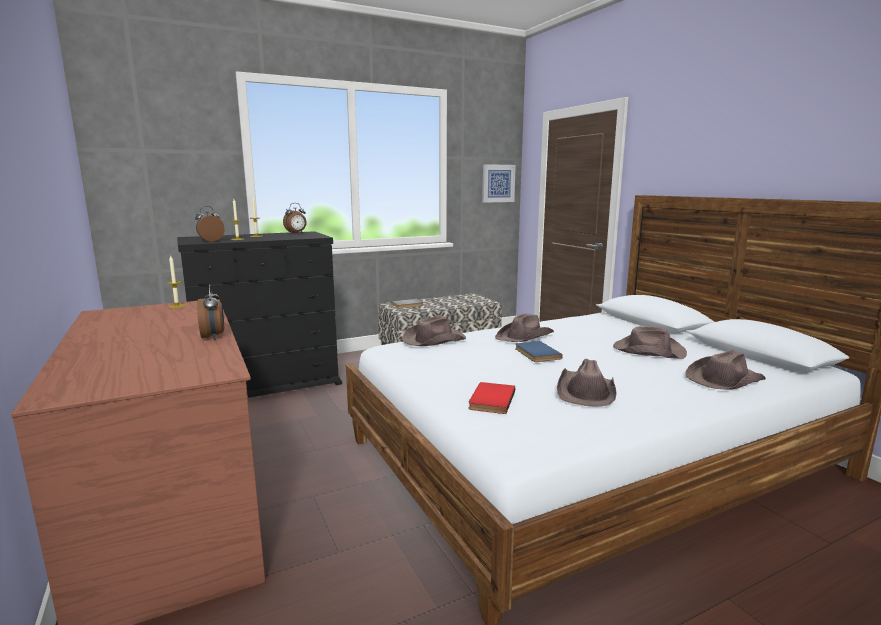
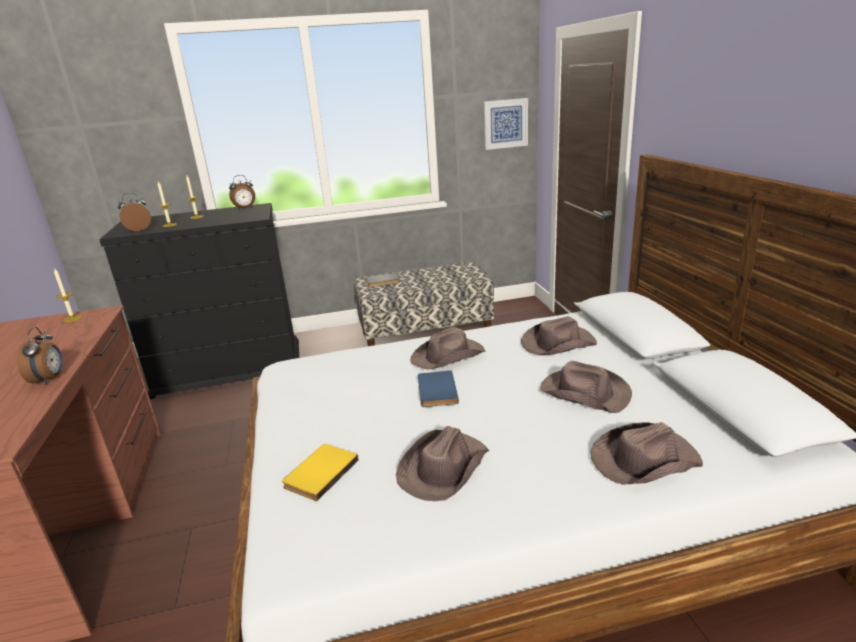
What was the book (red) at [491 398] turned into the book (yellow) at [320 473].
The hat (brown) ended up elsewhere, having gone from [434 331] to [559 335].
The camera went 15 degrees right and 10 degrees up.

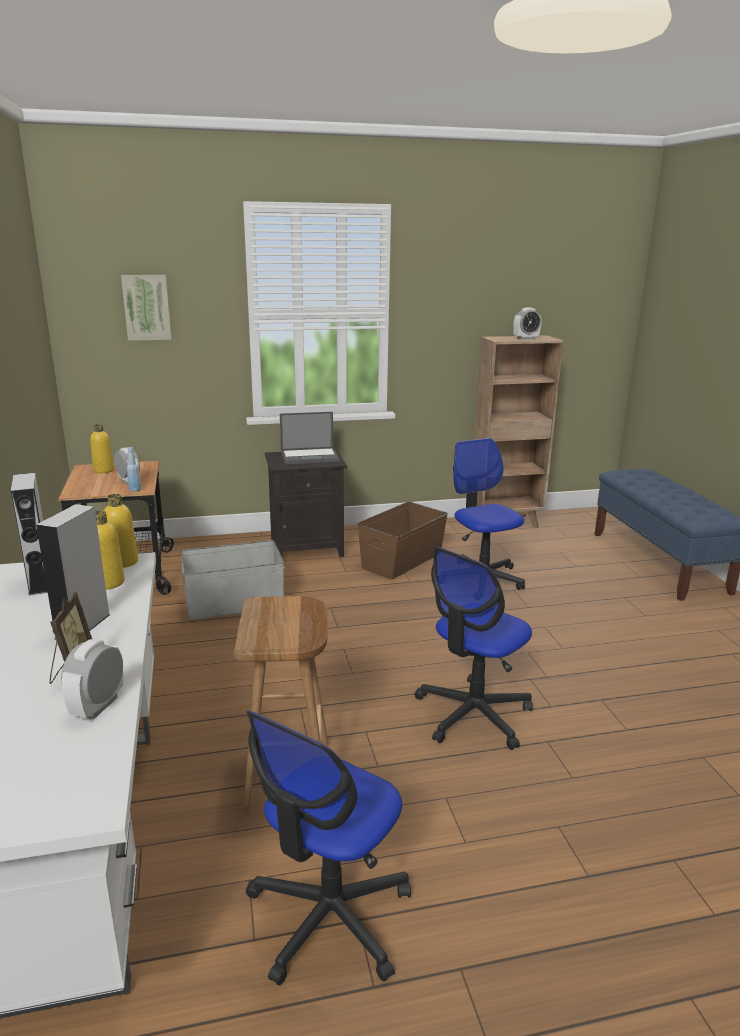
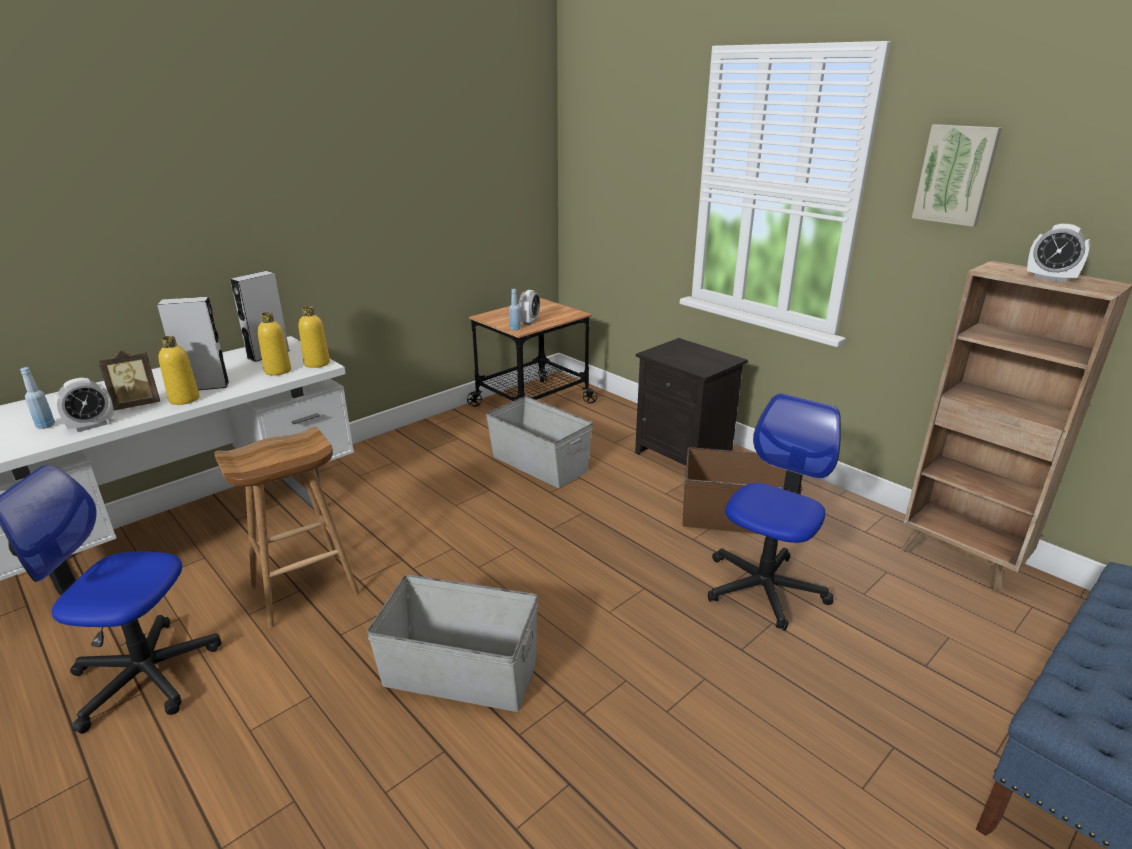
The second view gained the bottle (blue) at [37 398].
The alarm clock at [92 679] ended up facing another way, 150 degrees clockwise from before.
The bottle (yellow) ended up elsewhere, having gone from [102 448] to [179 370].
Where the office chair stood at [474 648], the storage box (grey) came to stand at [452 643].
The picture ended up elsewhere, having gone from [146 308] to [957 175].
The second view lost the laptop at [310 438].
The camera went 60 degrees right and 5 degrees up.

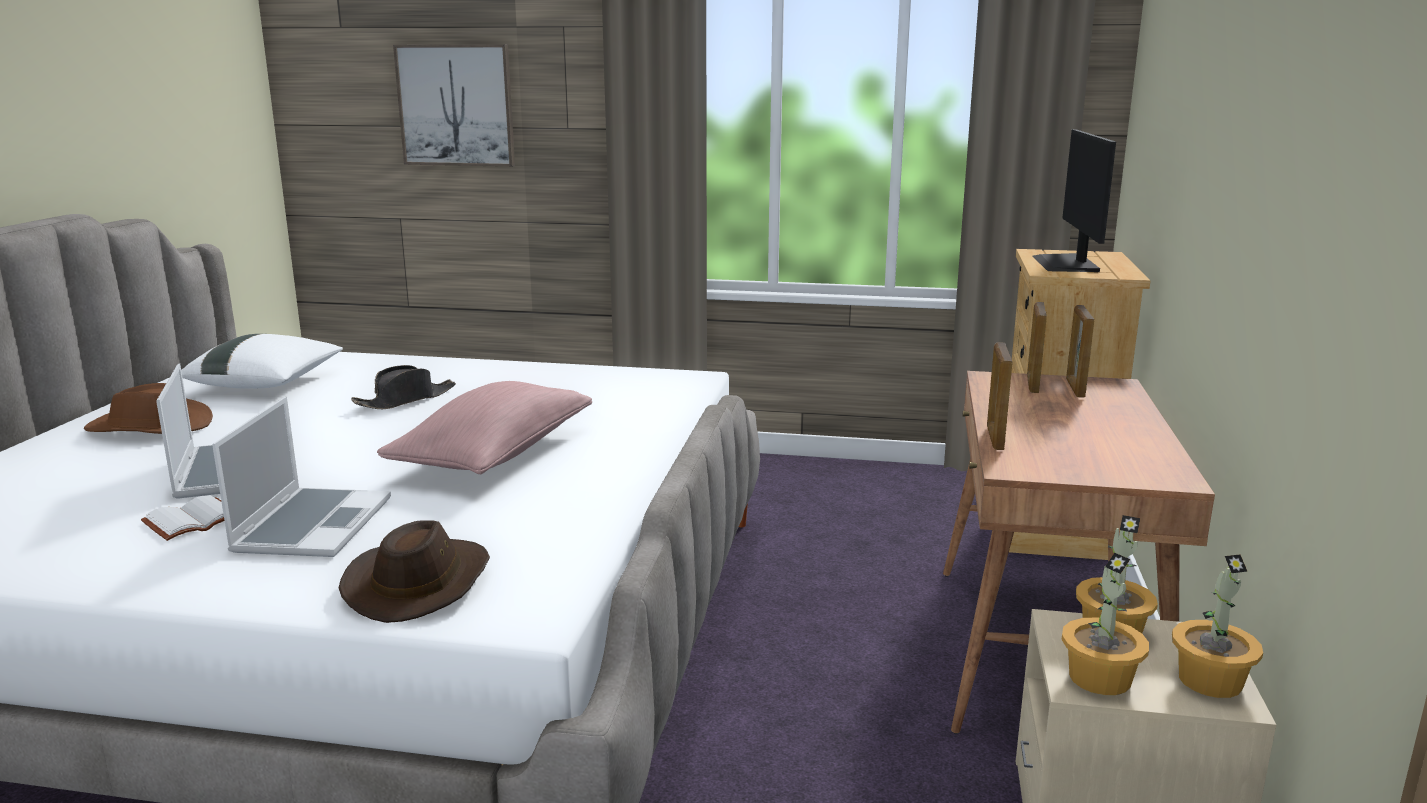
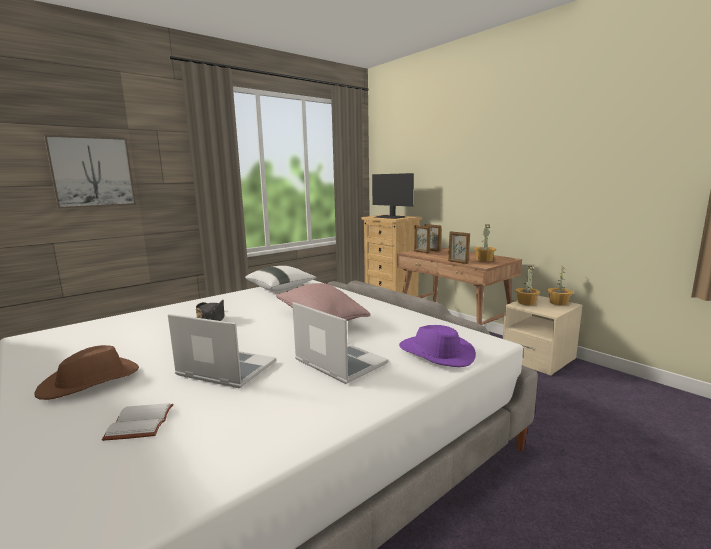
The book (white) ended up elsewhere, having gone from [182 518] to [137 422].
The pillow (white) ended up elsewhere, having gone from [262 361] to [281 278].
What was the hat (brown) at [414 571] turned into the hat (purple) at [437 346].
The potted plant ended up elsewhere, having gone from [1105 624] to [485 243].
The camera went 50 degrees left and 5 degrees down.

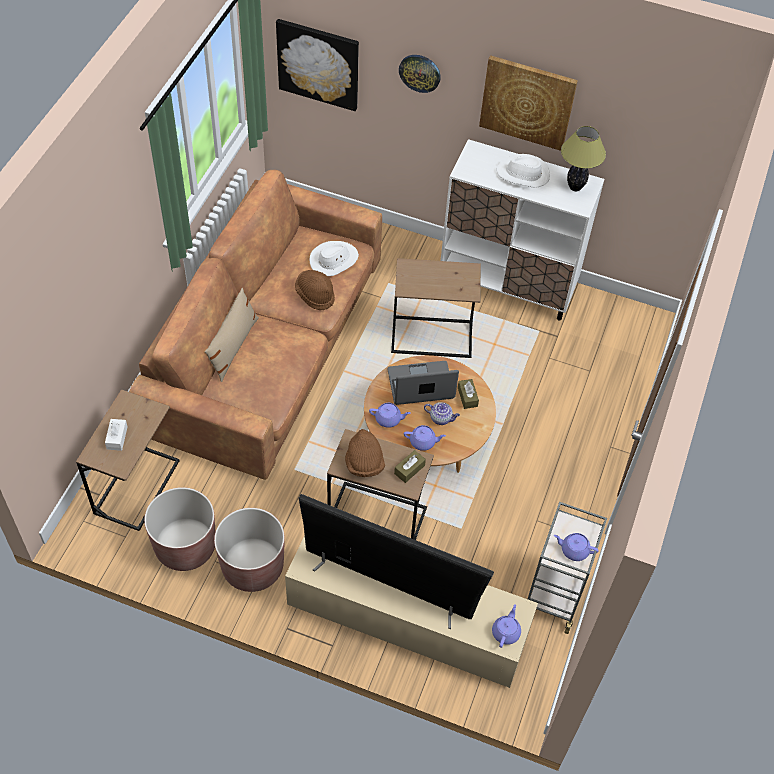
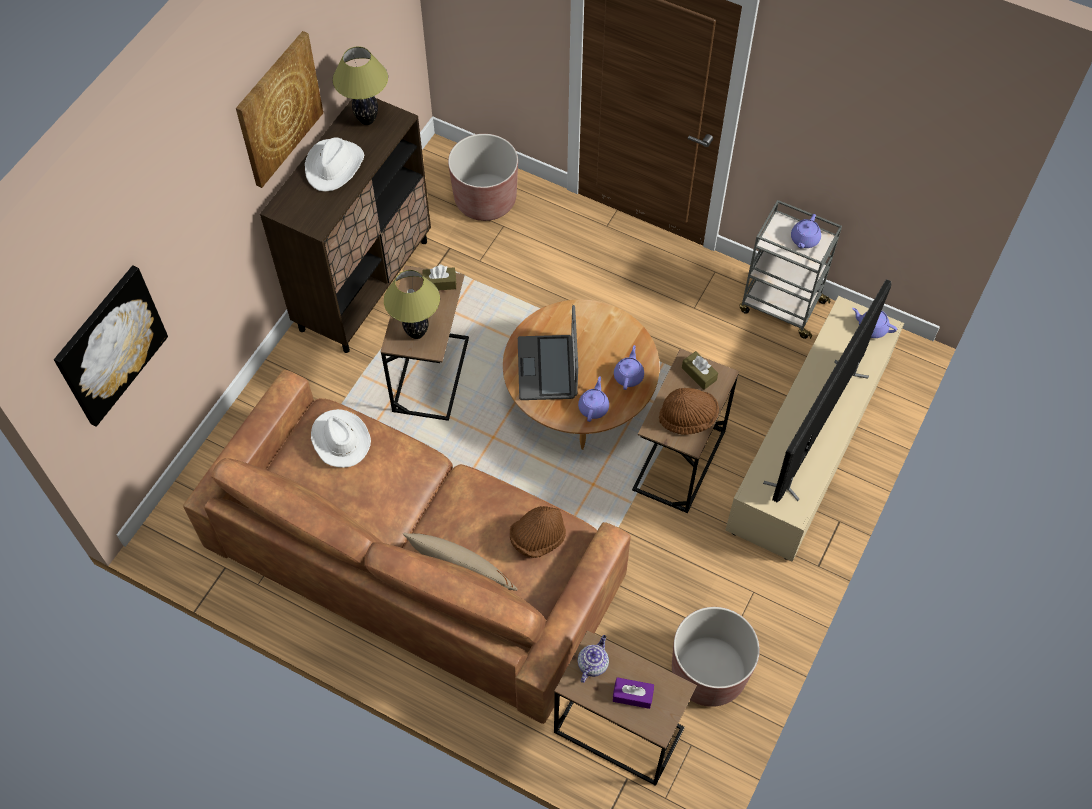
What was the cabinet (white) at [522 230] turned into the cabinet (brown) at [345 225].
The second view gained the table lamp at [412 304].
The tissue box (brown) ended up elsewhere, having gone from [468 394] to [439 278].
The planter (brown) ended up elsewhere, having gone from [249 550] to [483 177].
The hat (brown) ended up elsewhere, having gone from [315 290] to [538 532].
The teapot ended up elsewhere, having gone from [442 413] to [593 659].
What was the tissue box (white) at [116 435] turned into the tissue box (purple) at [633 693].
The second view lost the wall clock at [420 74].
The camera went 80 degrees left and 5 degrees up.

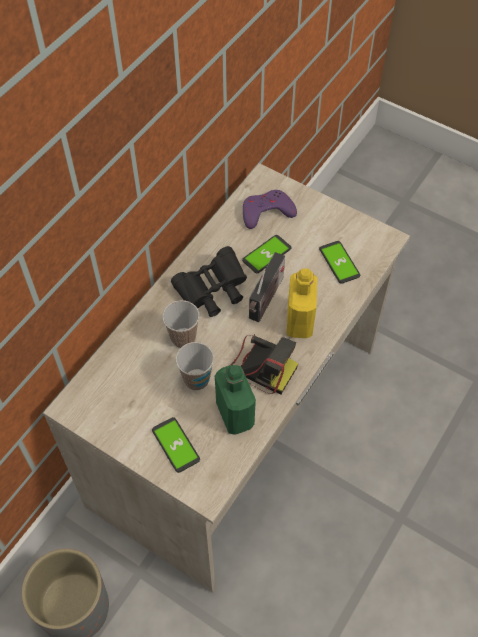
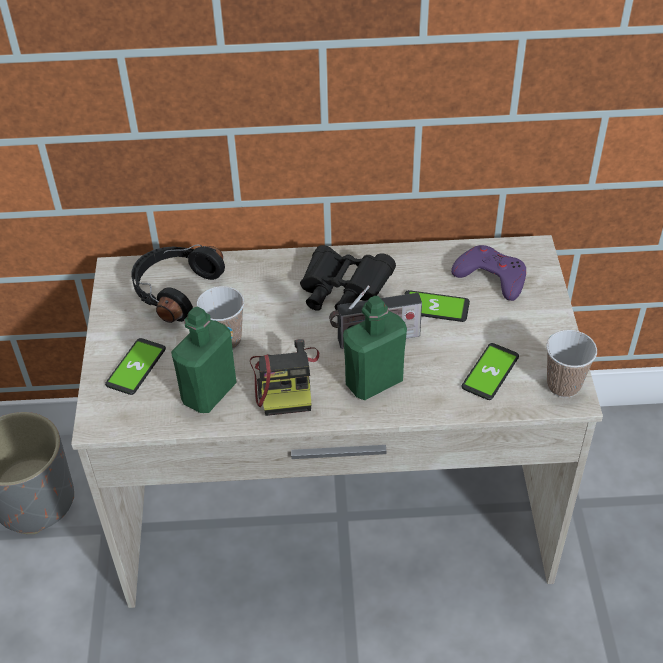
The second view gained the headphones (black) at [178 284].
What was the bottle (yellow) at [301 303] turned into the bottle (green) at [375 348].
The cup ended up elsewhere, having gone from [181 324] to [571 364].
The camera went 55 degrees right and 10 degrees down.

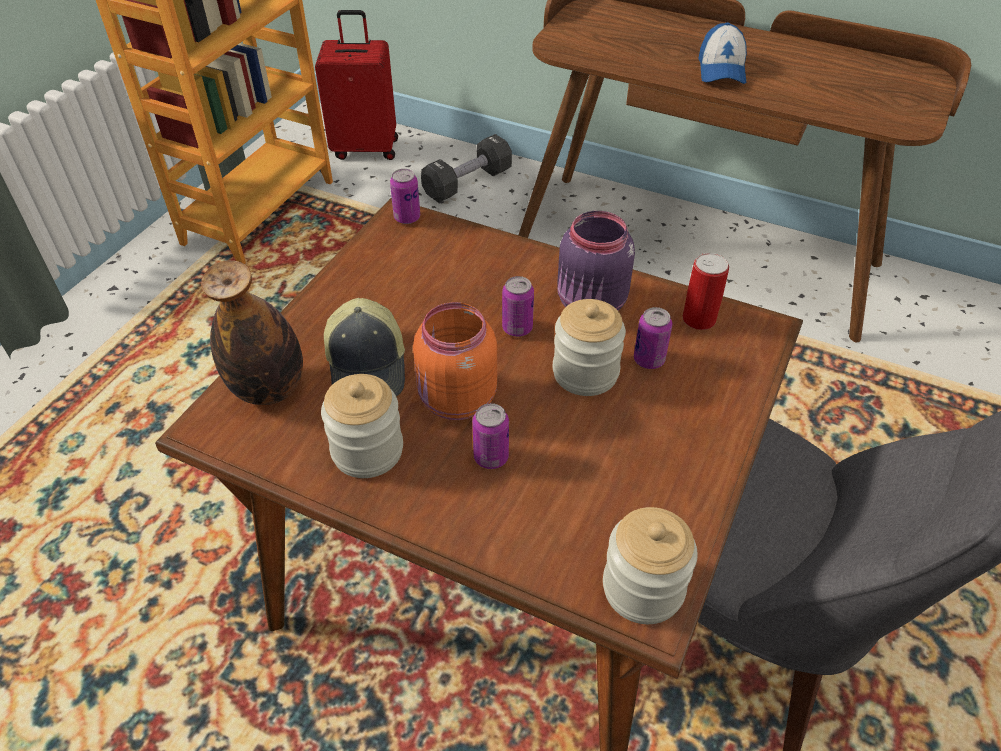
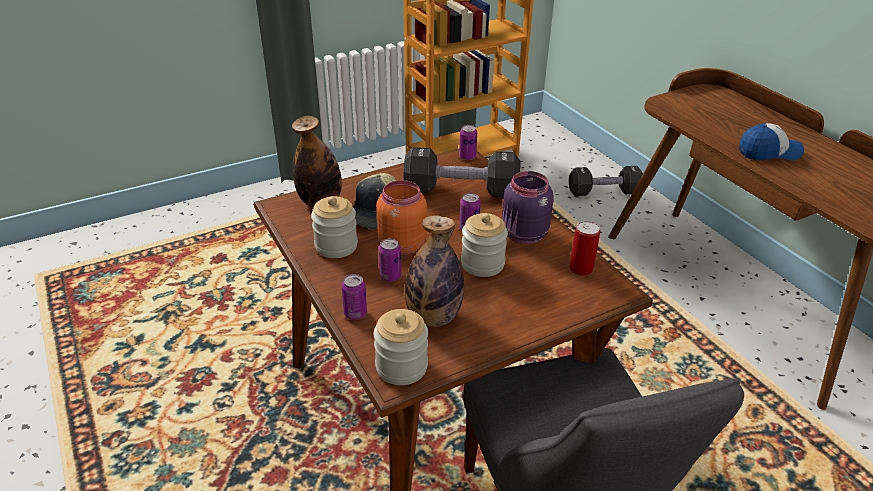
The can ended up elsewhere, having gone from [653 338] to [354 297].
The second view gained the dumbbell (black) at [461 172].
The second view gained the bottle at [434 271].
The cap at [722 53] ended up facing another way, 135 degrees counterclockwise from before.
The second view lost the suitcase (red) at [356 85].
The camera went 35 degrees right and 10 degrees down.

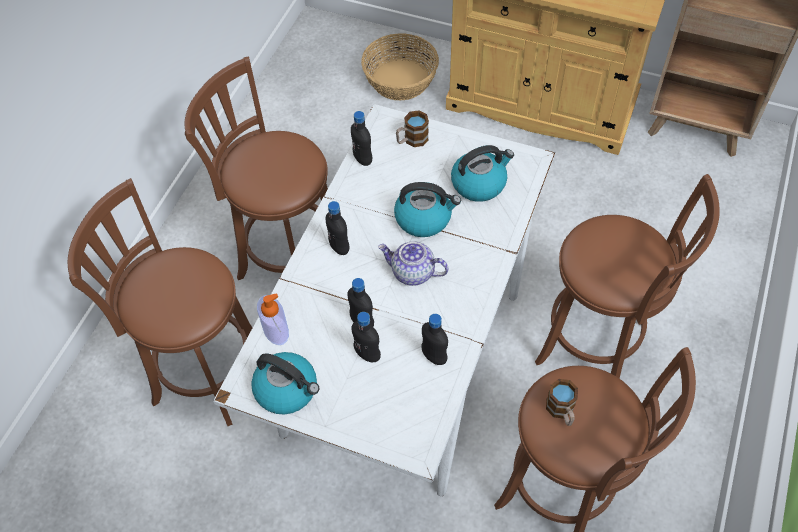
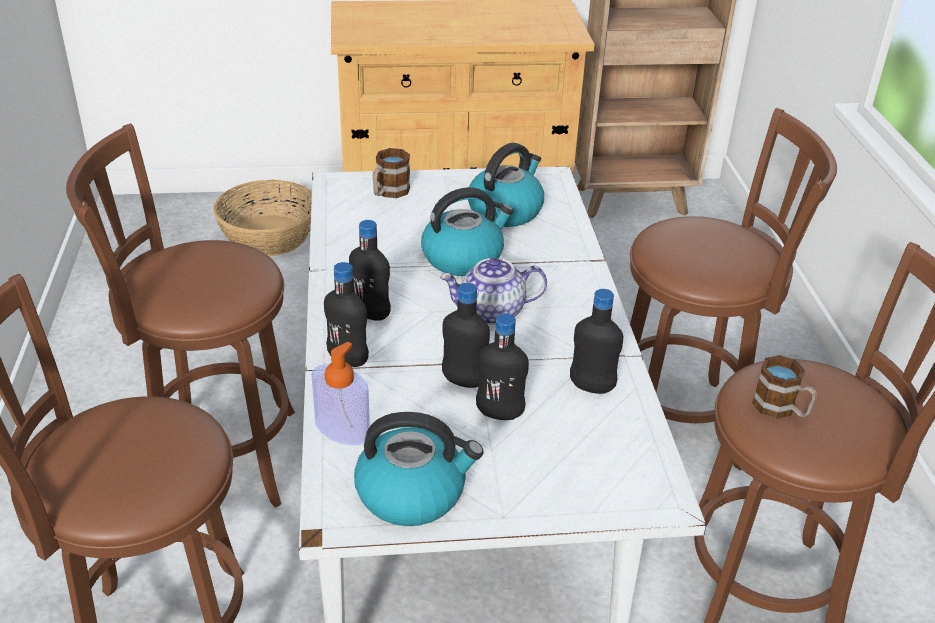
The bottle (black) ended up elsewhere, having gone from [361 138] to [346 314].
The camera went 30 degrees left and 20 degrees down.

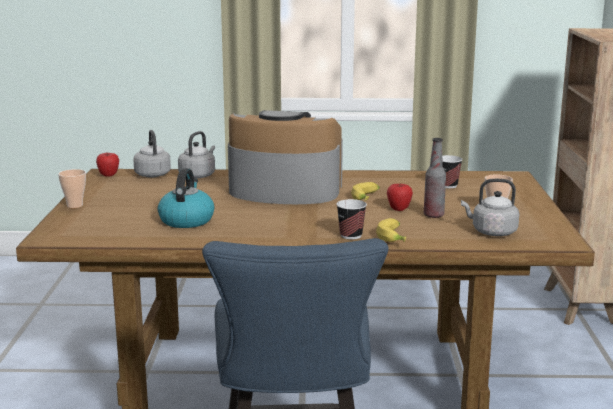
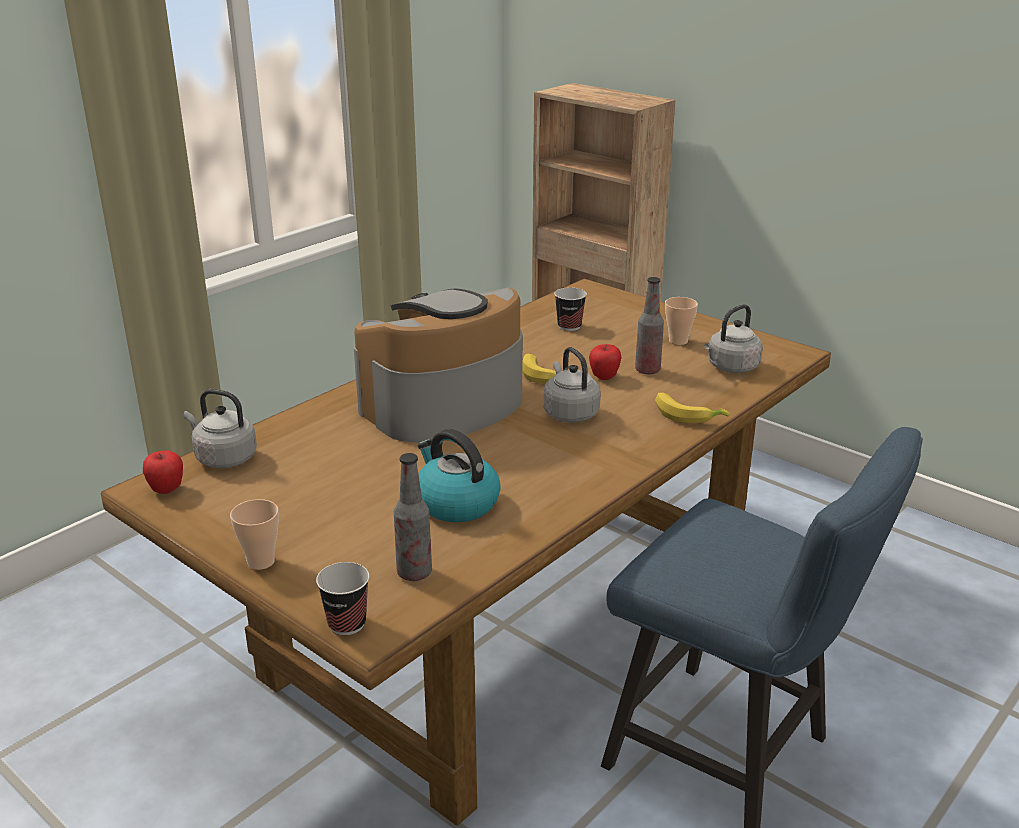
The cup ended up elsewhere, having gone from [351 219] to [342 598].
The second view gained the bottle at [413 517].
The kettle (grey) ended up elsewhere, having gone from [196 155] to [572 384].
The camera went 50 degrees left and 10 degrees up.

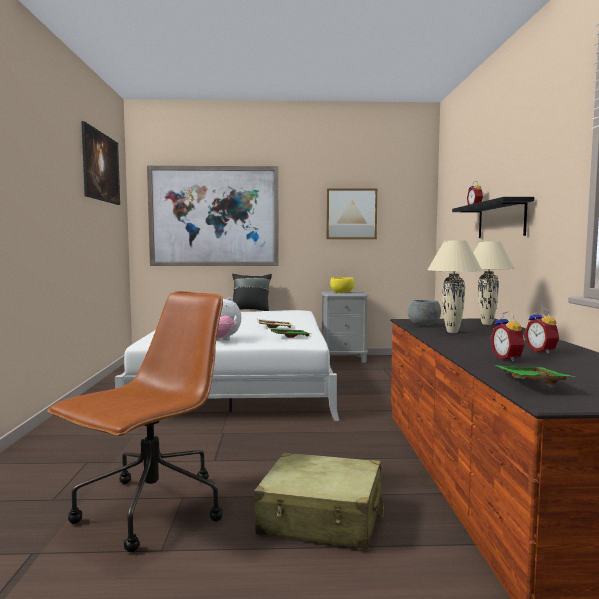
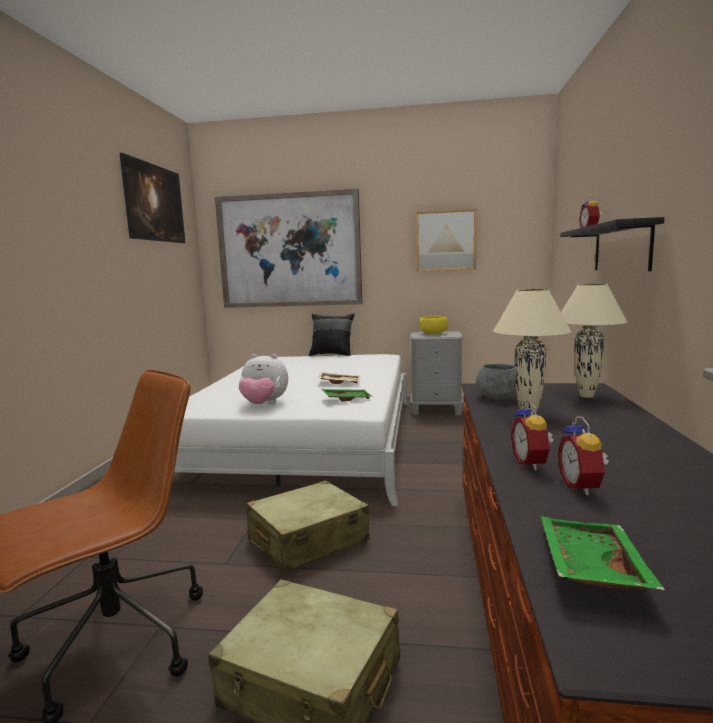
The second view gained the suitcase (beige) at [308 527].
The alarm clock ended up elsewhere, having gone from [542 330] to [532 436].
The camera went 10 degrees right and 5 degrees up.

